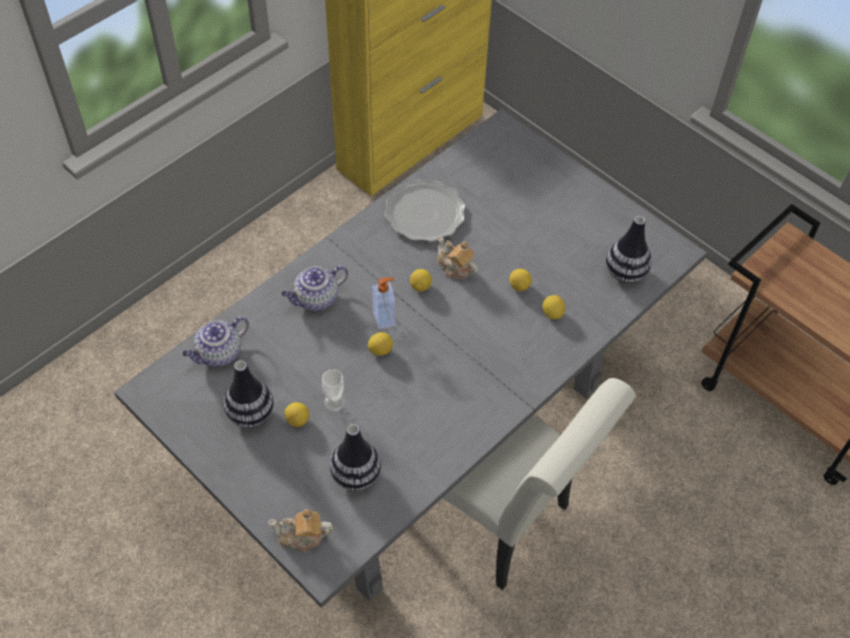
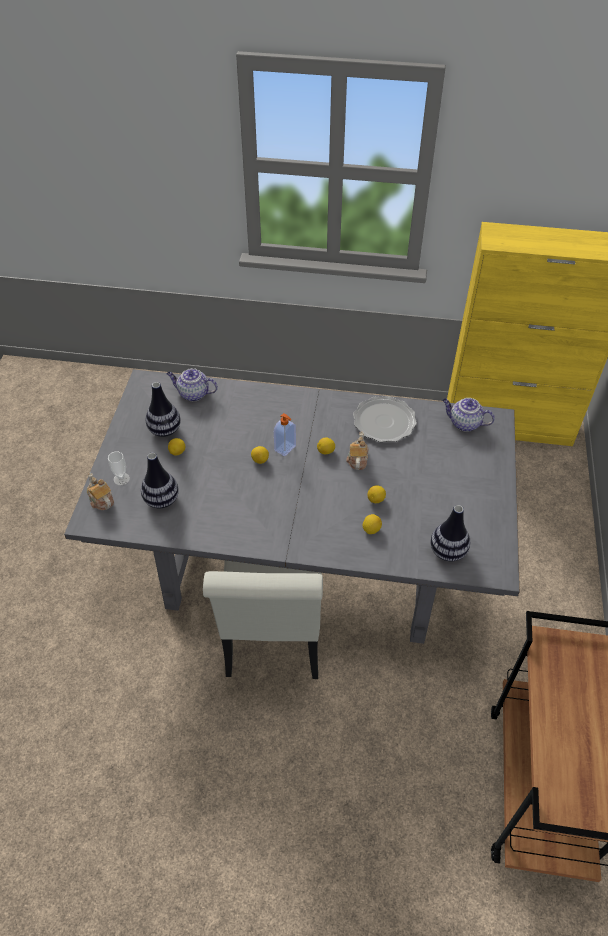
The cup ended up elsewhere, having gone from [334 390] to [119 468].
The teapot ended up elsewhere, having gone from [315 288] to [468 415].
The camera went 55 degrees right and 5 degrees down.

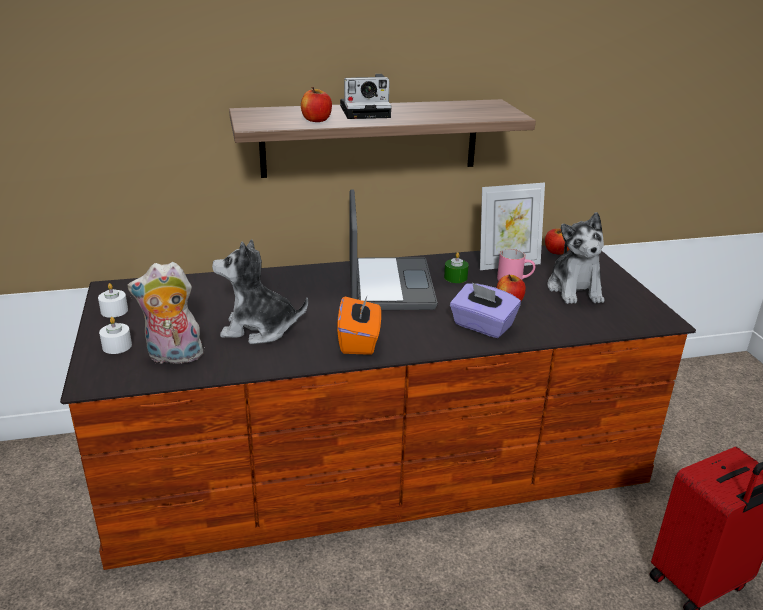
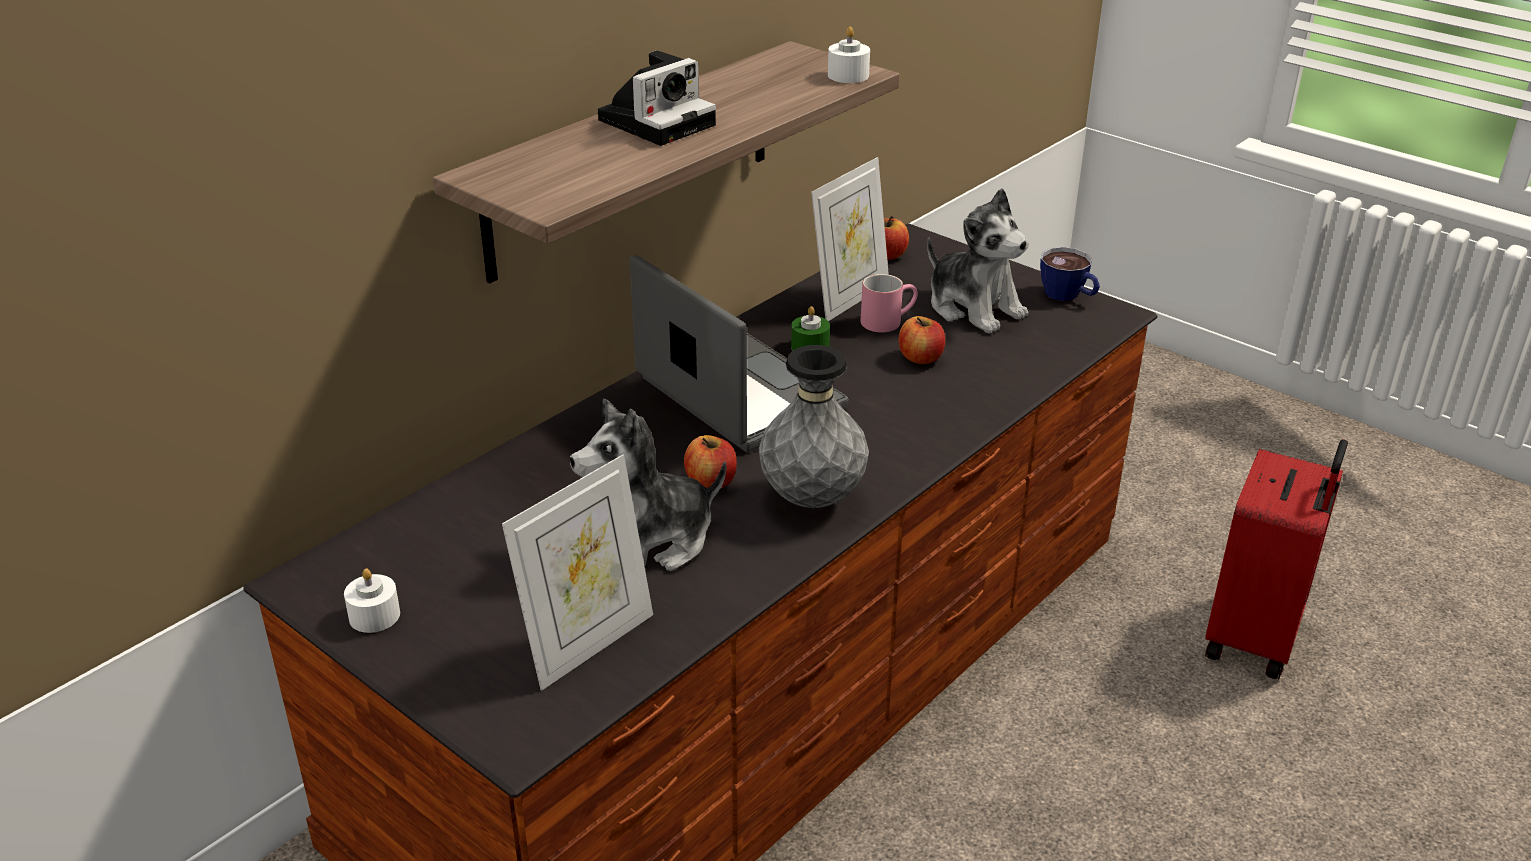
Where the plush toy stood at [166 314], the picture frame came to stand at [577 572].
The apple ended up elsewhere, having gone from [316 104] to [710 461].
Where the tissue box (orange) stood at [359 324], the vase (grey) came to stand at [814 426].
The candle (white) ended up elsewhere, having gone from [115 335] to [849 55].
The second view gained the cup at [1070 274].
The second view lost the tissue box (purple) at [485 310].
The camera went 35 degrees left and 5 degrees up.

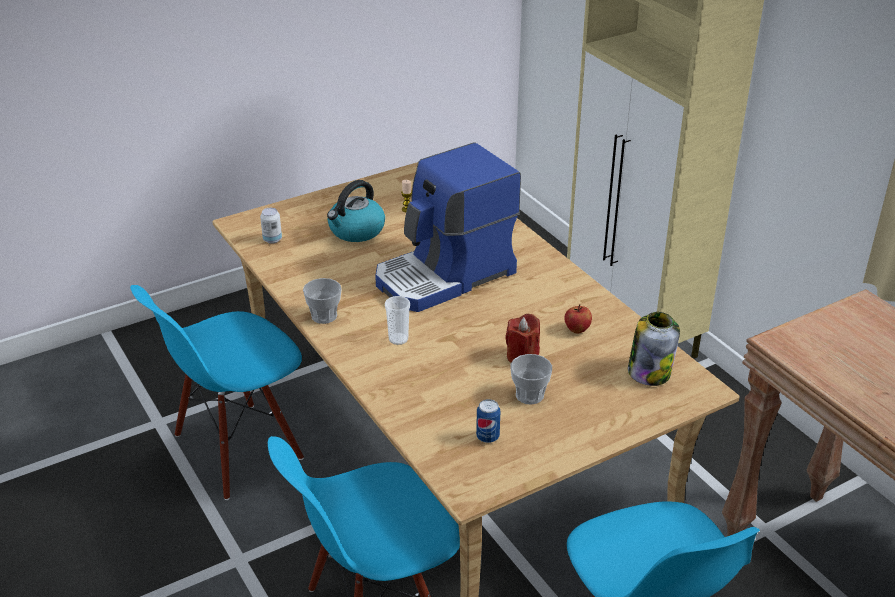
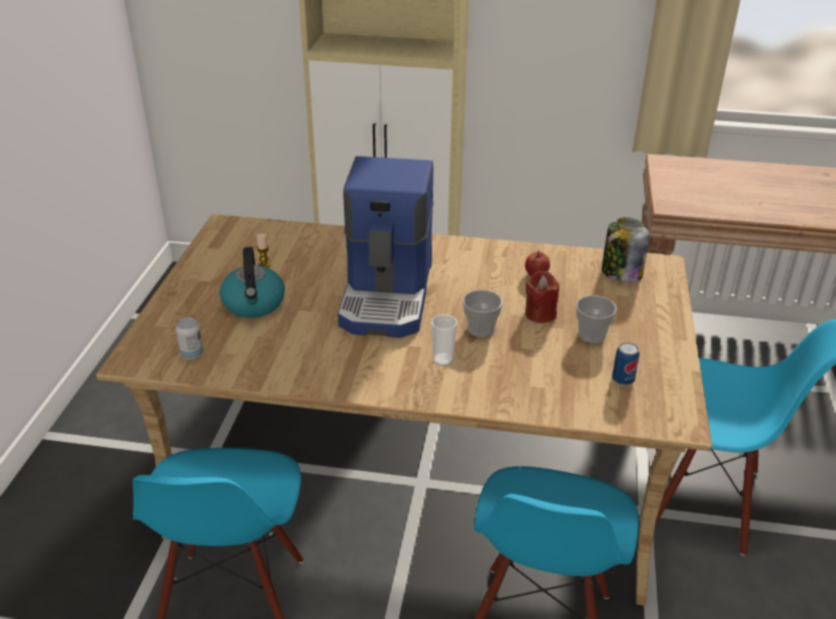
The cup ended up elsewhere, having gone from [322 301] to [482 313].
The camera went 50 degrees left and 0 degrees up.

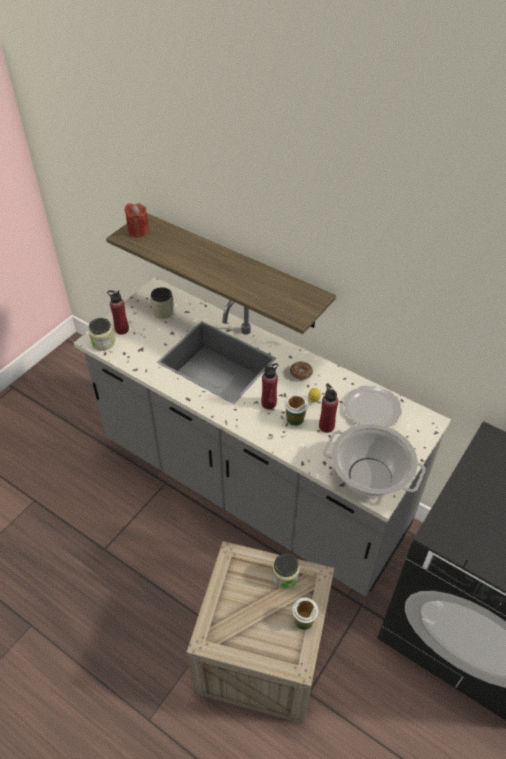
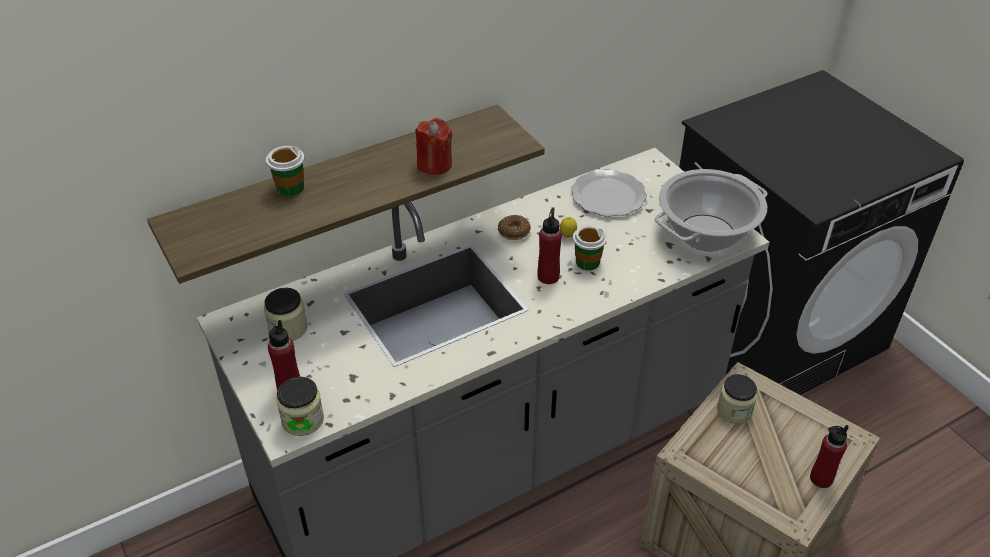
The cup ended up elsewhere, having gone from [305 614] to [285 171].
The candle (red) ended up elsewhere, having gone from [136 220] to [434 146].
The bottle (red) ended up elsewhere, having gone from [328 408] to [829 456].
The camera went 65 degrees left and 5 degrees down.

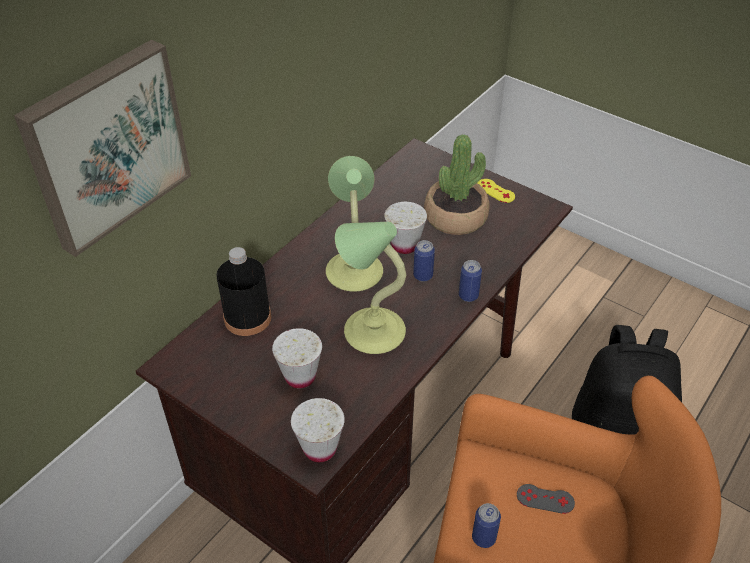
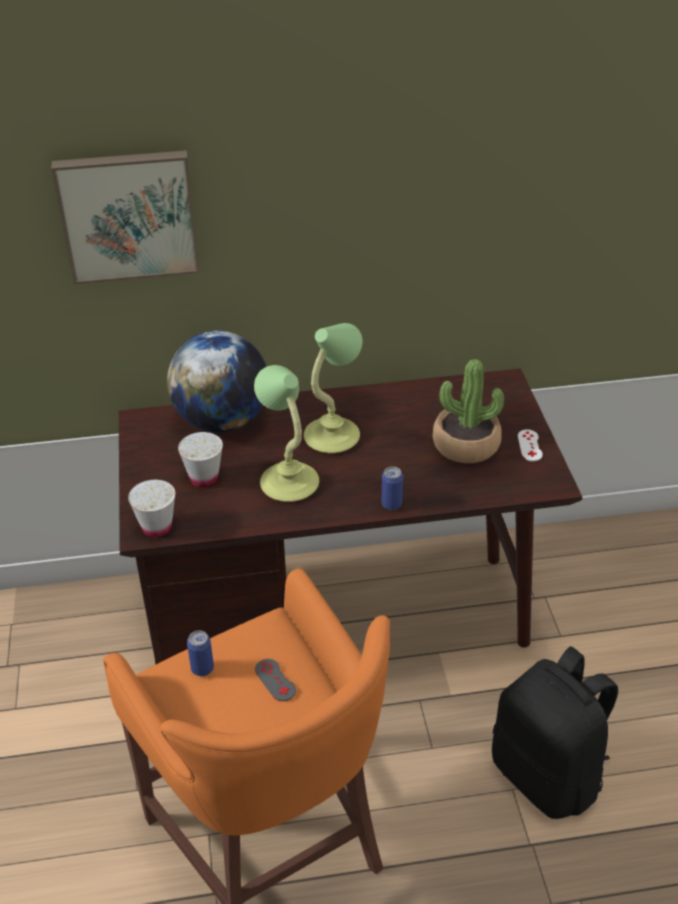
Where the bottle (black) stood at [243 291], the globe came to stand at [217 382].
What was the game controller (yellow) at [496 191] turned into the game controller (white) at [530 445].
The second view lost the cup (white) at [405 228].
The second view lost the can at [424 261].
The camera went 45 degrees right and 5 degrees down.

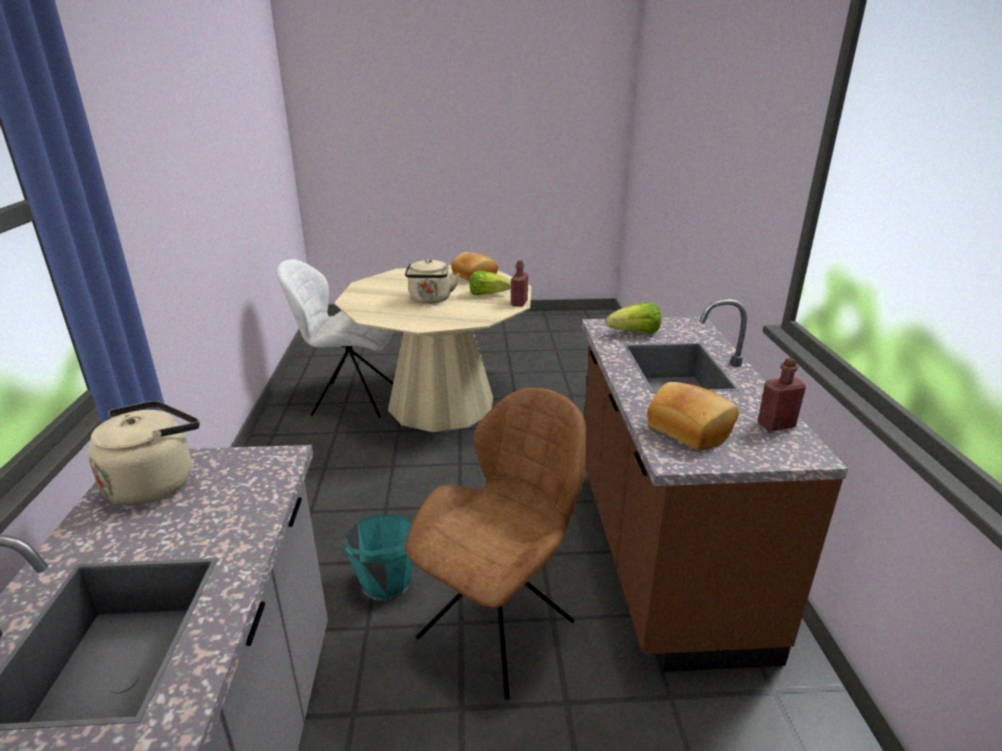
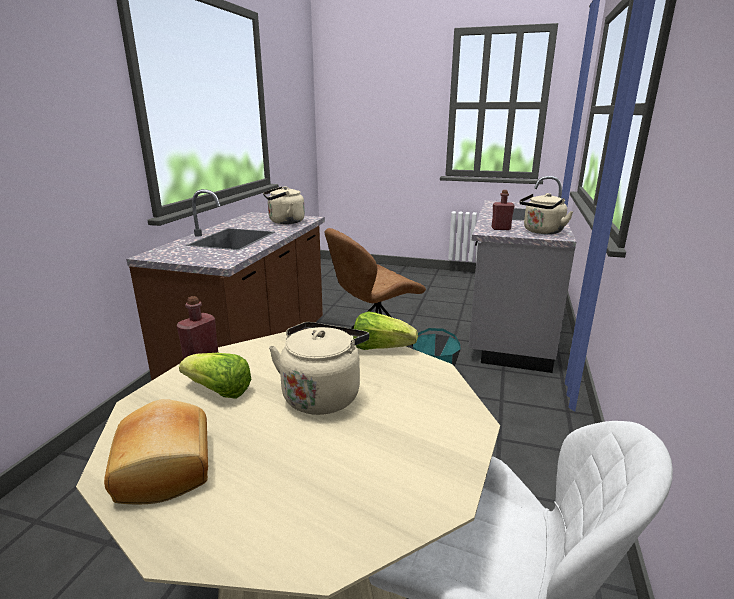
Where the bread stood at [693 416], the kettle (beige) came to stand at [284 205].
The lettuce ended up elsewhere, having gone from [634 317] to [385 330].
The bottle (red) ended up elsewhere, having gone from [782 395] to [503 210].
The camera went 160 degrees left and 5 degrees down.

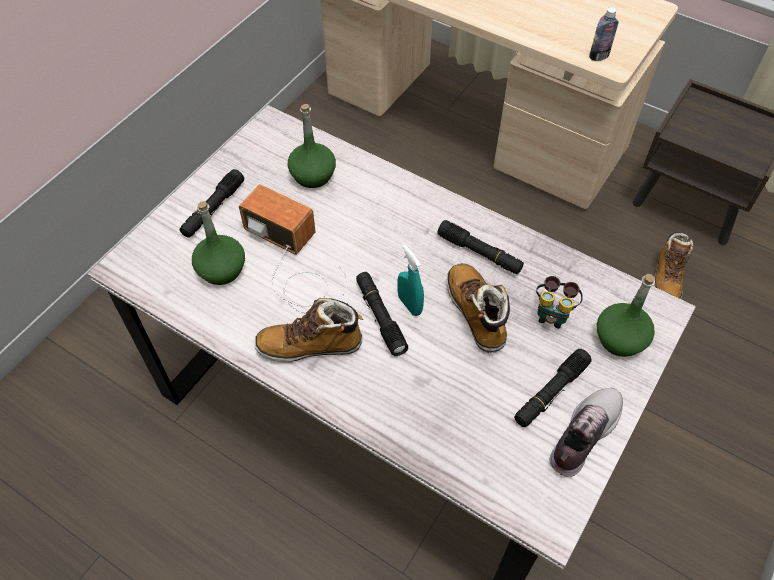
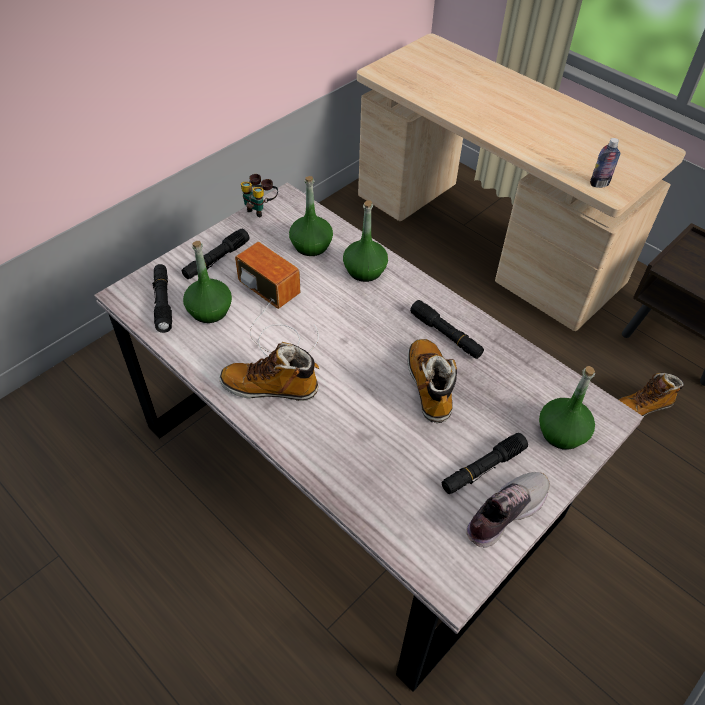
The flashlight (black) ended up elsewhere, having gone from [382 314] to [162 298].
The binoculars ended up elsewhere, having gone from [559 302] to [259 195].
The second view gained the bottle (green) at [365 241].
The boot at [673 265] ended up facing another way, 45 degrees clockwise from before.
The second view lost the spray bottle (turquoise) at [410 280].
The camera went 10 degrees right and 5 degrees down.

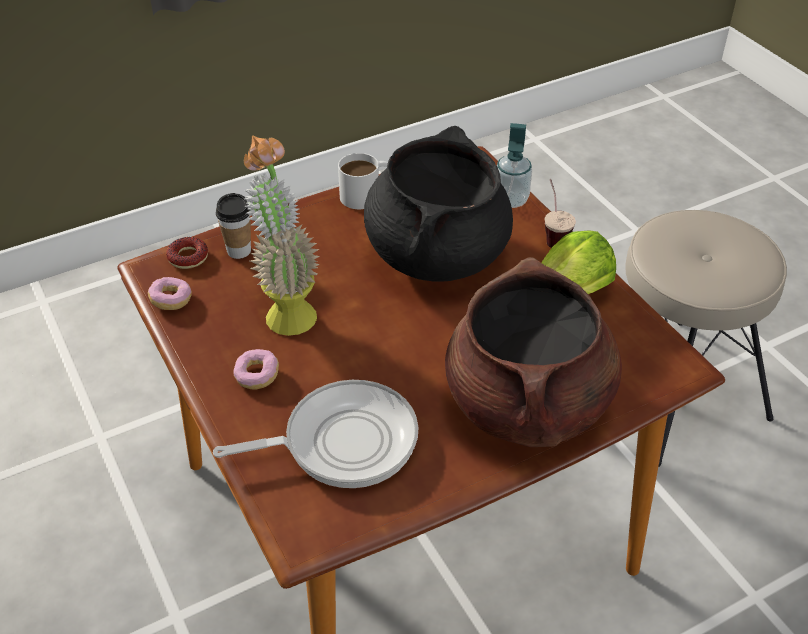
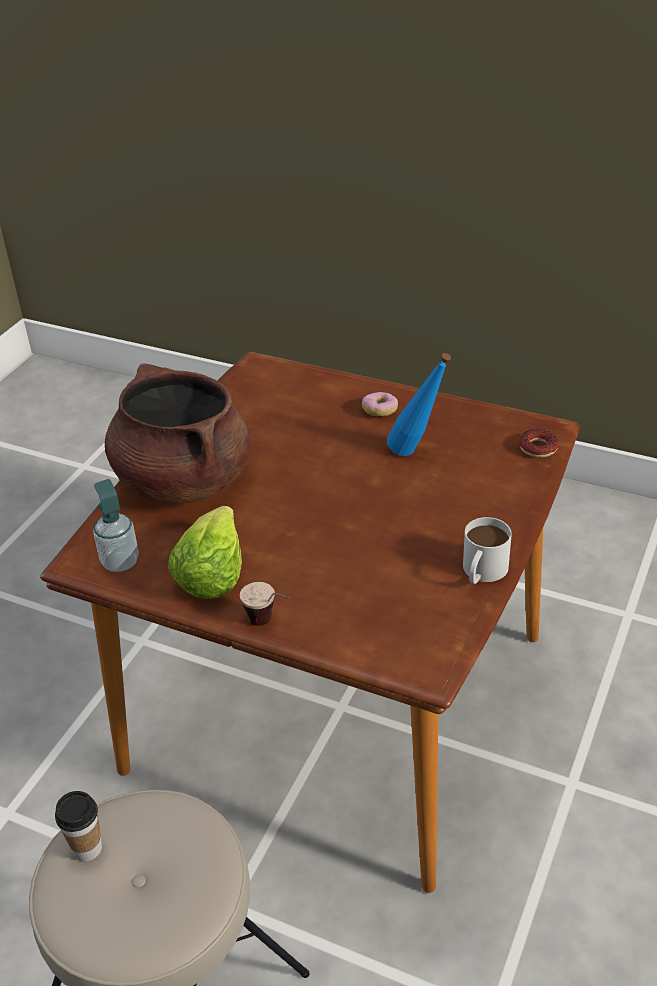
The cup ended up elsewhere, having gone from [233 226] to [78 826].
The soap dispenser ended up elsewhere, having gone from [514 165] to [116 525].
Where the potted plant stood at [282 235], the bottle (blue) came to stand at [419 404].
The second view lost the donut at [170 293].
The second view lost the frying pan at [316 434].
The second view lost the cooking pot (black) at [438 204].
The camera went 145 degrees right and 5 degrees down.

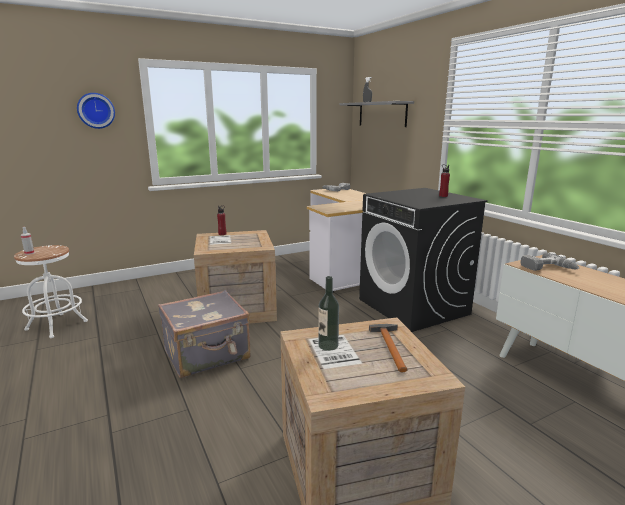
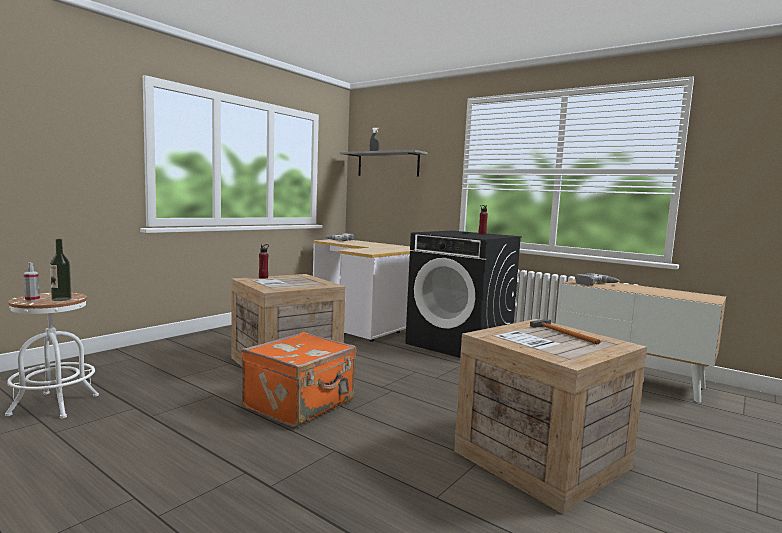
The bottle ended up elsewhere, having gone from [328 313] to [61 270].
What was the suitcase (grey) at [204 334] turned into the suitcase (orange) at [299 379].
The second view lost the wall clock at [96 111].
The camera went 25 degrees left and 10 degrees down.

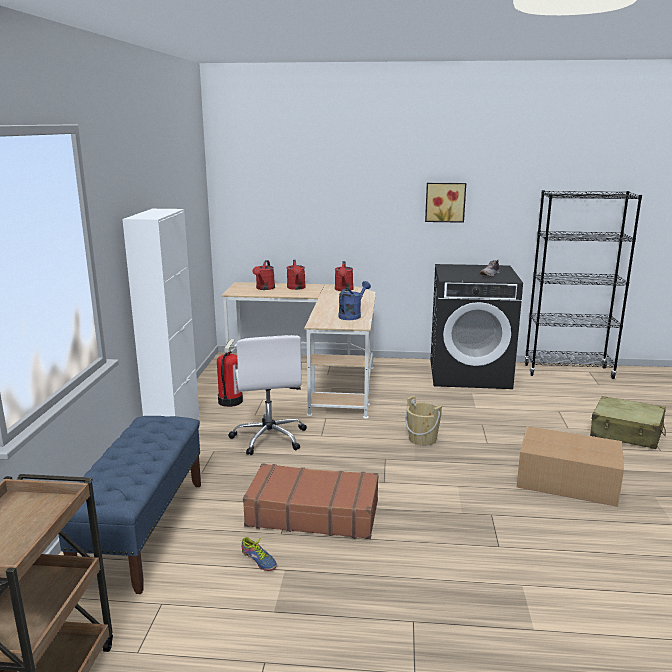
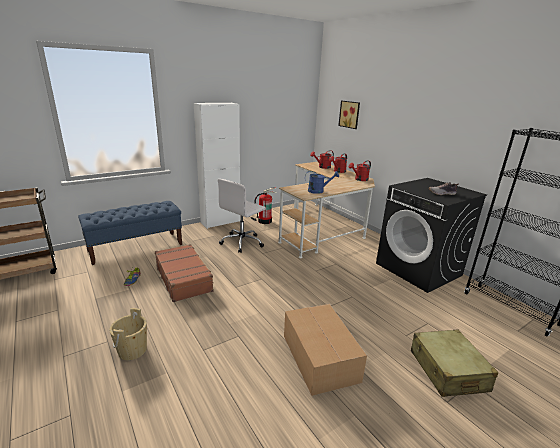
The bucket (beige) ended up elsewhere, having gone from [423 420] to [128 334].
The picture ended up elsewhere, having gone from [445 203] to [349 115].
The camera went 50 degrees right and 5 degrees up.

